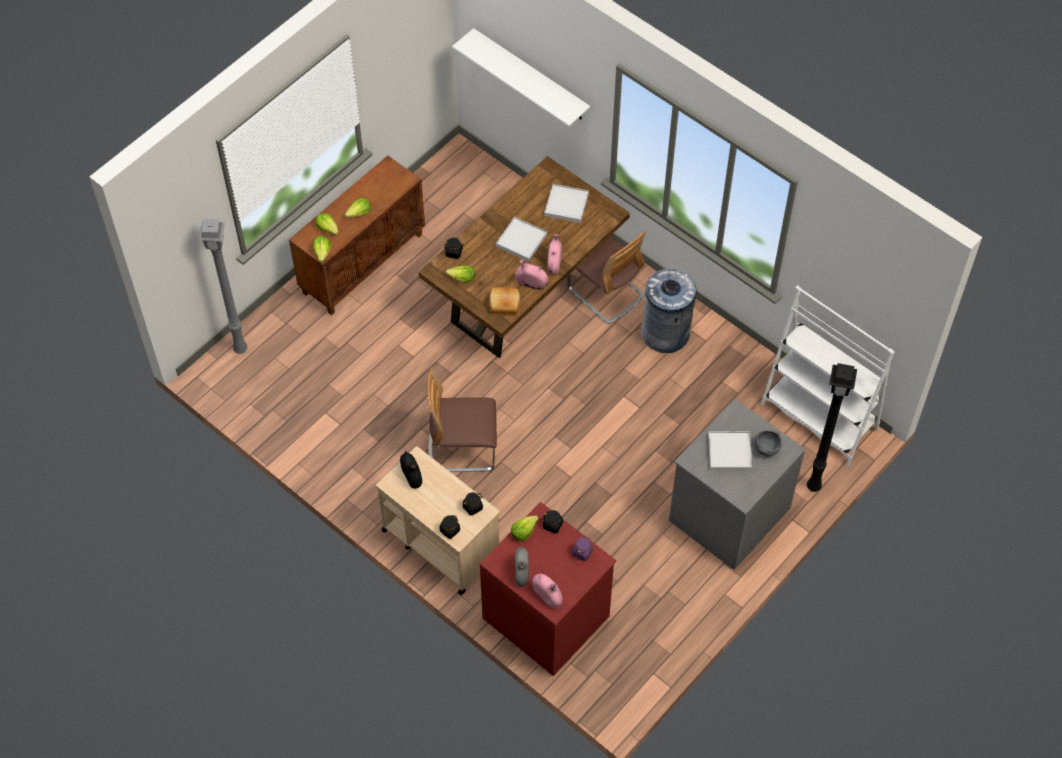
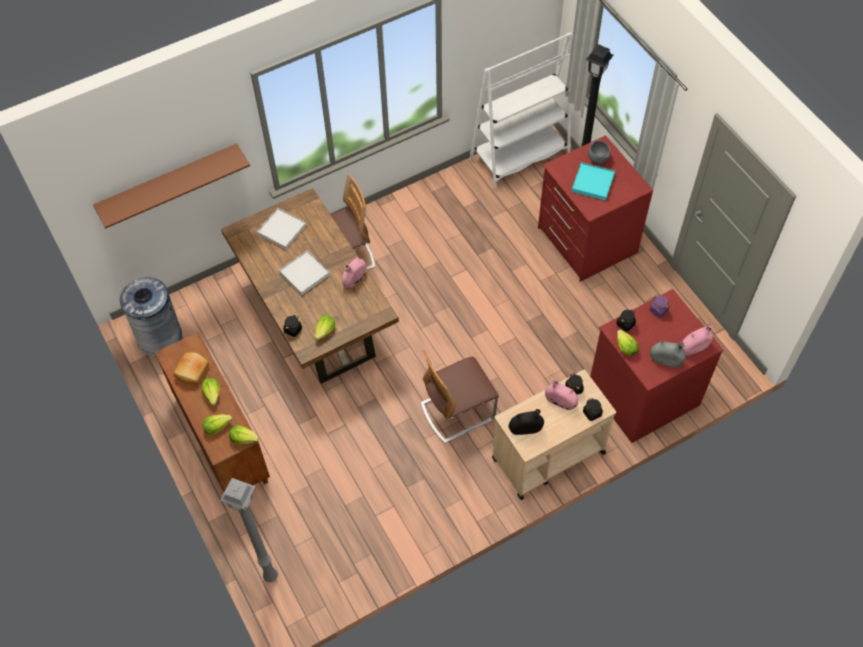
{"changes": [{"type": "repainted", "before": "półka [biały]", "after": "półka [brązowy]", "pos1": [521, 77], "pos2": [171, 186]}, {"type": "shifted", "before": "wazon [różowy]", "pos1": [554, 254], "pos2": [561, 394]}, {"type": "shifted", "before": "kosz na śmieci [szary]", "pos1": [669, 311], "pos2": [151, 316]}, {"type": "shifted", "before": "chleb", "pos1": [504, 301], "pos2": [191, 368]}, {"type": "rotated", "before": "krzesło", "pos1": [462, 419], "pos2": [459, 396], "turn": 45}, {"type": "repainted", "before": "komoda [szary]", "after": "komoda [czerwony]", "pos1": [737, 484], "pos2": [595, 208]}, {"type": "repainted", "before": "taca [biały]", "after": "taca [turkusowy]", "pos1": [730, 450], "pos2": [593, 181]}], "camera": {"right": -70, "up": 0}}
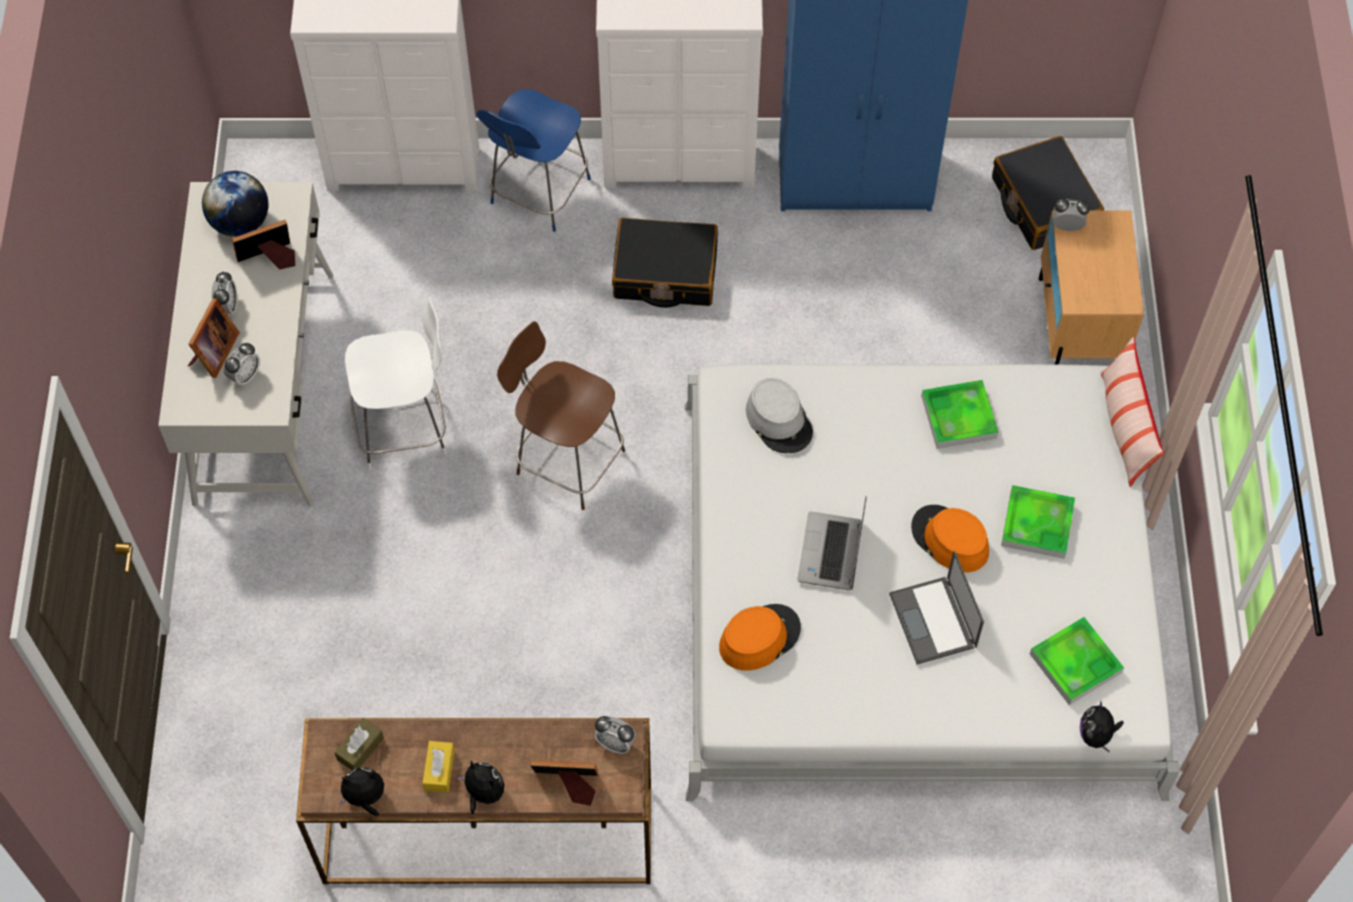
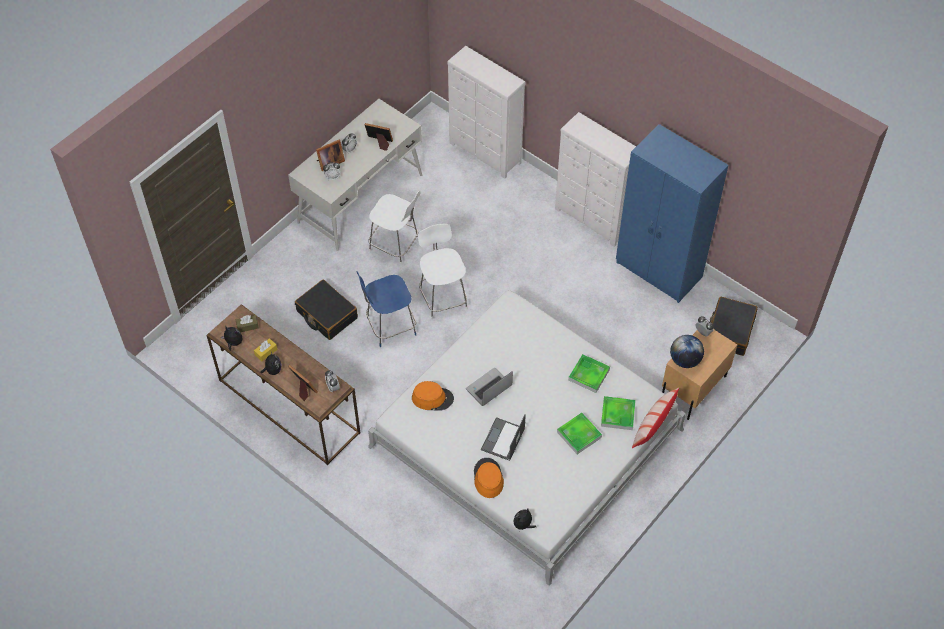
{"changes": [{"type": "shifted", "before": "krzesło [niebieski]", "pos1": [534, 160], "pos2": [386, 309]}, {"type": "shifted", "before": "globus", "pos1": [235, 204], "pos2": [687, 351]}, {"type": "shifted", "before": "walizka [czarny]", "pos1": [665, 262], "pos2": [326, 309]}, {"type": "repainted", "before": "krzesło [brązowy]", "after": "krzesło [biały]", "pos1": [561, 415], "pos2": [443, 272]}, {"type": "gone", "before": "kapelusz [szary]", "pos1": [779, 415]}, {"type": "shifted", "before": "kapelusz [pomarańczowy]", "pos1": [950, 539], "pos2": [489, 478]}, {"type": "shifted", "before": "taca", "pos1": [1077, 661], "pos2": [618, 413]}], "camera": {"right": 40, "up": -5}}
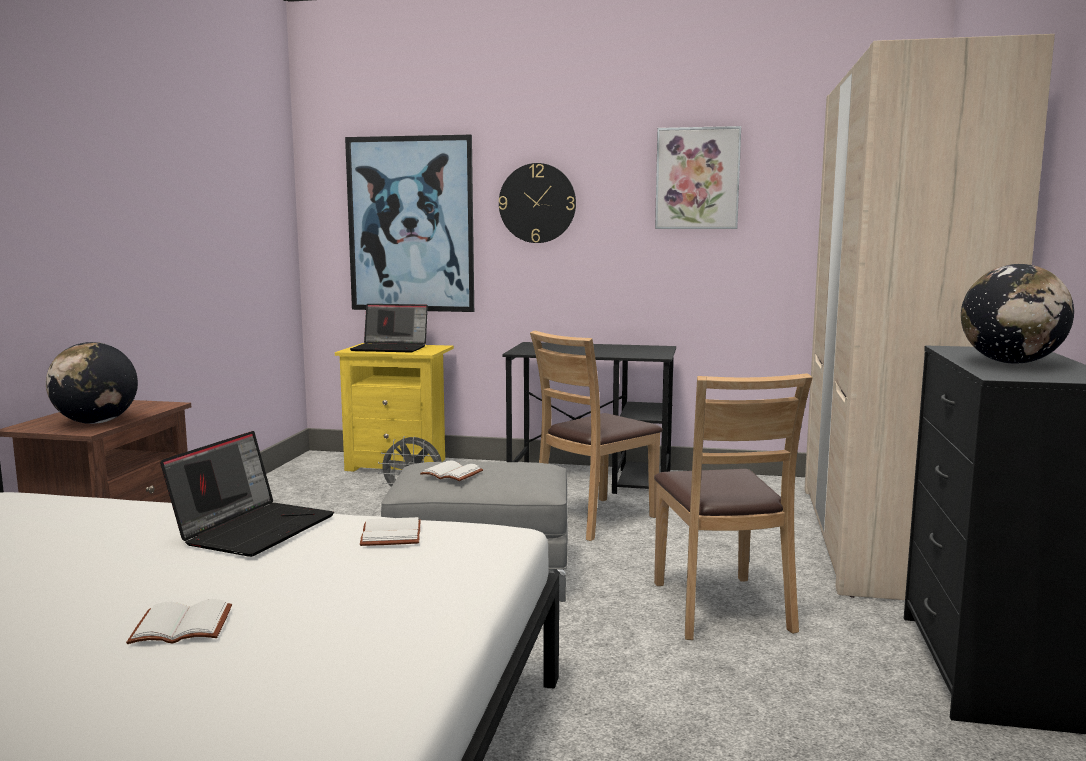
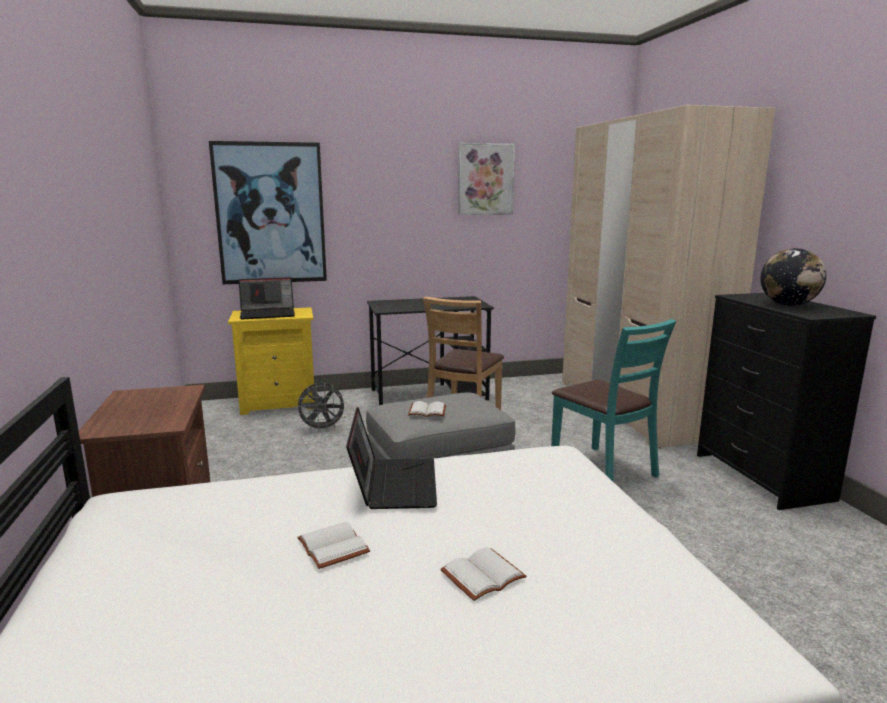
{"changes": [{"type": "gone", "before": "zegar ścienny", "pos1": [537, 203]}, {"type": "gone", "before": "globus", "pos1": [92, 383]}, {"type": "repainted", "before": "krzesło [brązowy]", "after": "krzesło [turkusowy]", "pos1": [733, 506], "pos2": [613, 400]}, {"type": "shifted", "before": "książka [biały]", "pos1": [390, 531], "pos2": [333, 545]}], "camera": {"right": -25, "up": 5}}
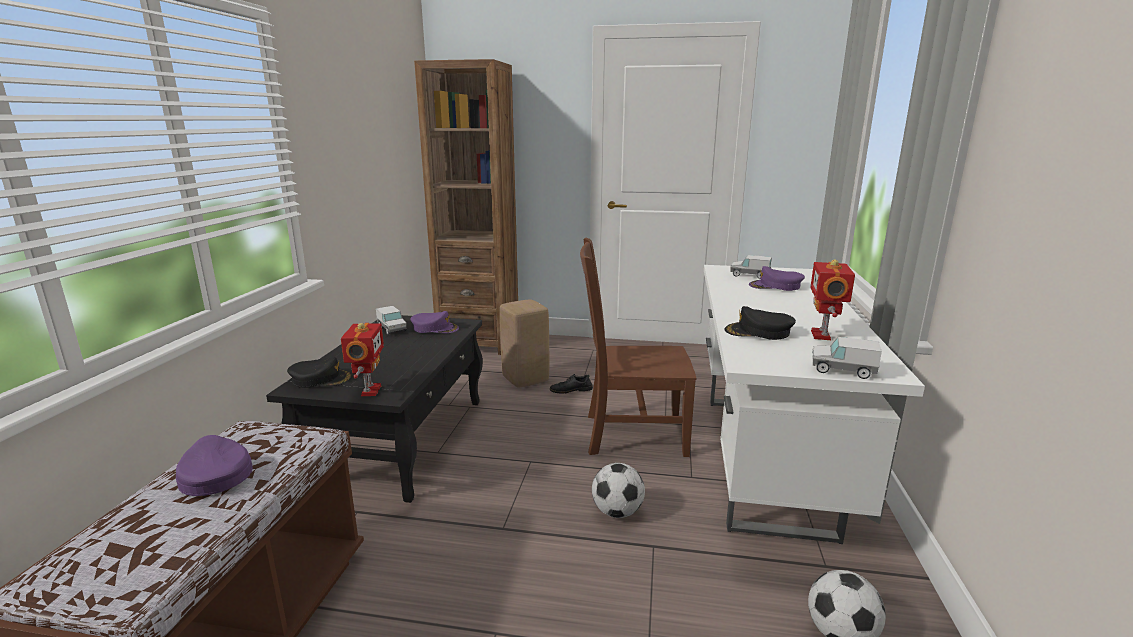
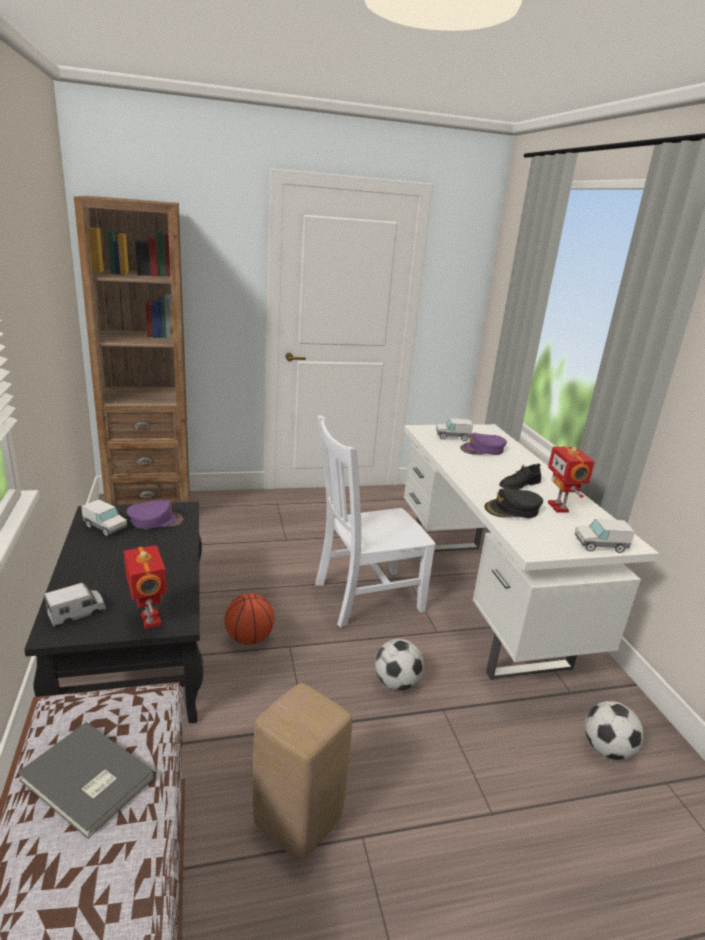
{"changes": [{"type": "repainted", "before": "krzesło [brązowy]", "after": "krzesło [biały]", "pos1": [638, 347], "pos2": [375, 521]}, {"type": "shifted", "before": "stołek [beżowy]", "pos1": [524, 343], "pos2": [302, 771]}, {"type": "swapped", "before": "czapka z daszkiem [czarny]", "after": "ciężarówka zabawkowa", "pos1": [320, 372], "pos2": [75, 605]}, {"type": "shifted", "before": "but [czarny]", "pos1": [571, 384], "pos2": [520, 476]}, {"type": "swapped", "before": "czapka z daszkiem [fioletowy]", "after": "książka [szary]", "pos1": [214, 465], "pos2": [86, 780]}, {"type": "new", "after": "piłka do koszykówki", "pos2": [249, 619]}], "camera": {"right": -25, "up": 5}}
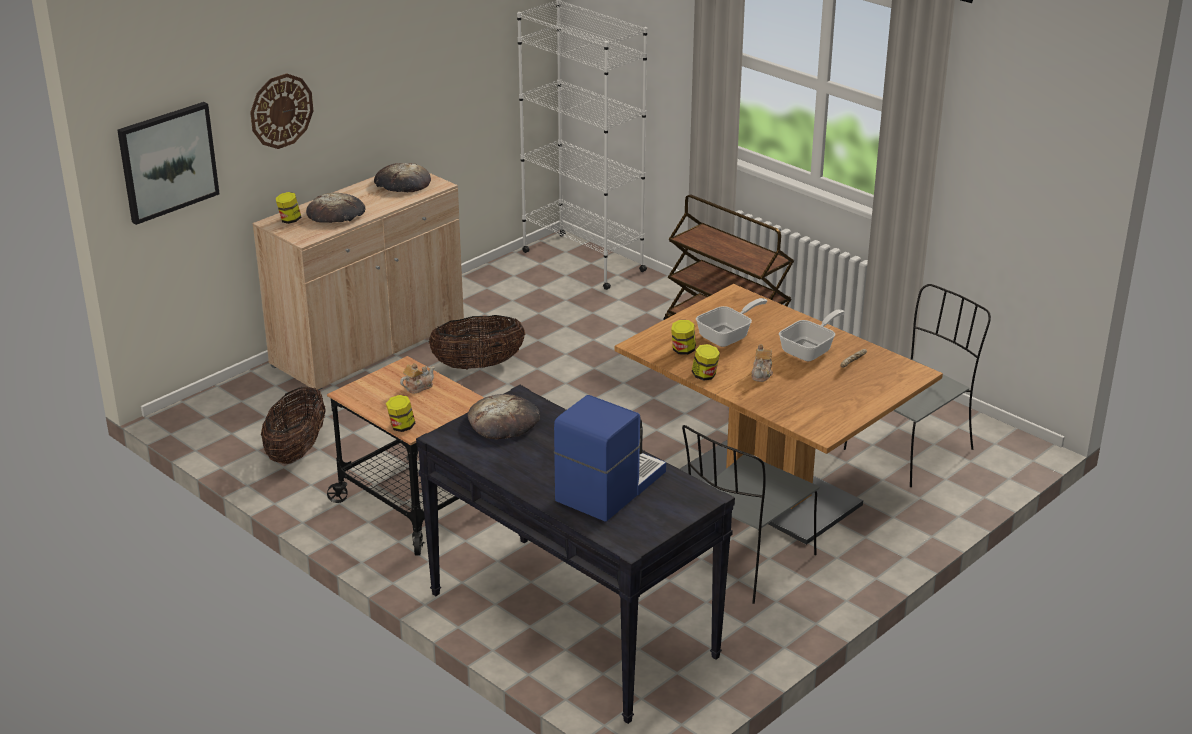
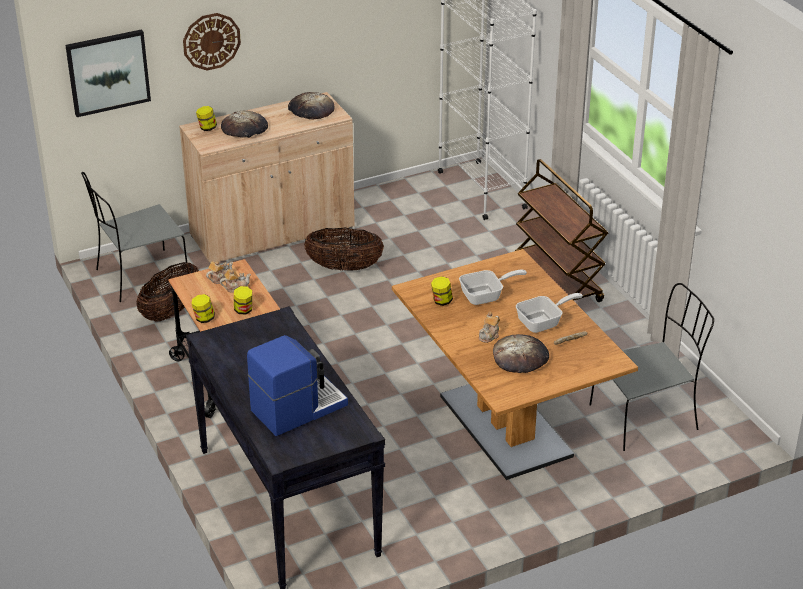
{"changes": [{"type": "shifted", "before": "słoik", "pos1": [706, 362], "pos2": [243, 300]}, {"type": "shifted", "before": "chleb", "pos1": [504, 416], "pos2": [521, 353]}, {"type": "shifted", "before": "krzesło [szary]", "pos1": [750, 514], "pos2": [134, 237]}, {"type": "new", "after": "imbryk", "pos2": [219, 272]}], "camera": {"right": 20, "up": 5}}
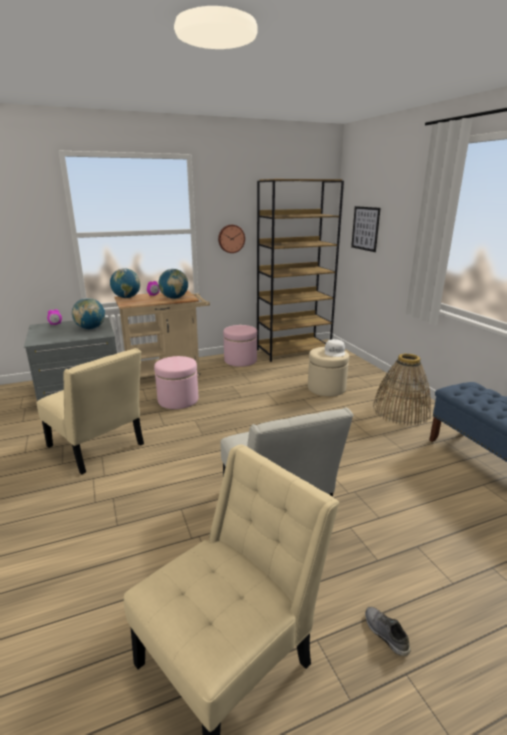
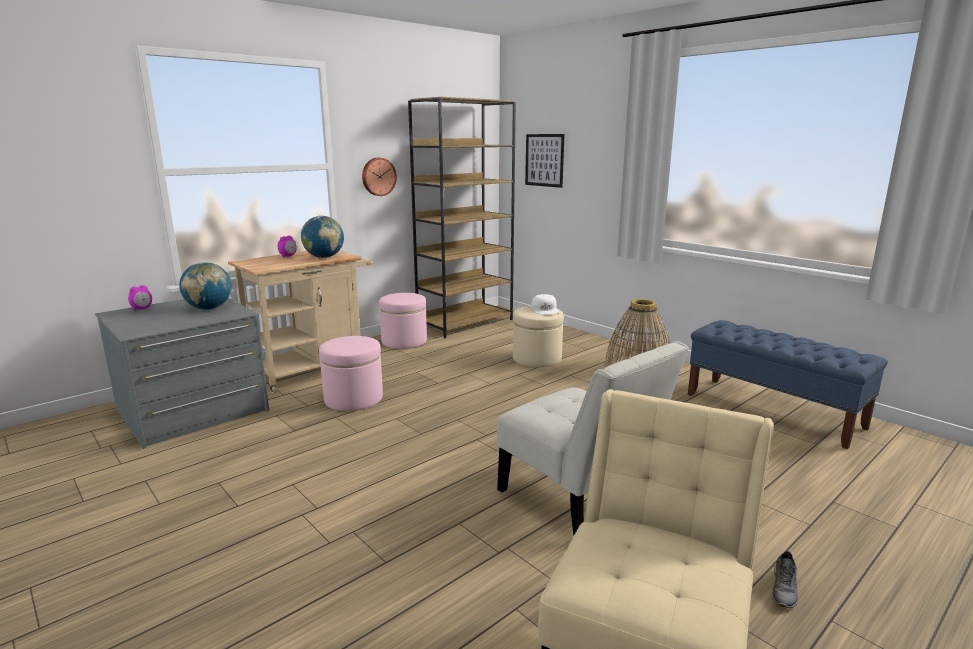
{"changes": [{"type": "gone", "before": "globus", "pos1": [125, 283]}, {"type": "gone", "before": "krzesło [beżowy]", "pos1": [90, 411]}, {"type": "rotated", "before": "but [szary]", "pos1": [388, 631], "pos2": [784, 579], "turn": -105}], "camera": {"right": -20, "up": -5}}
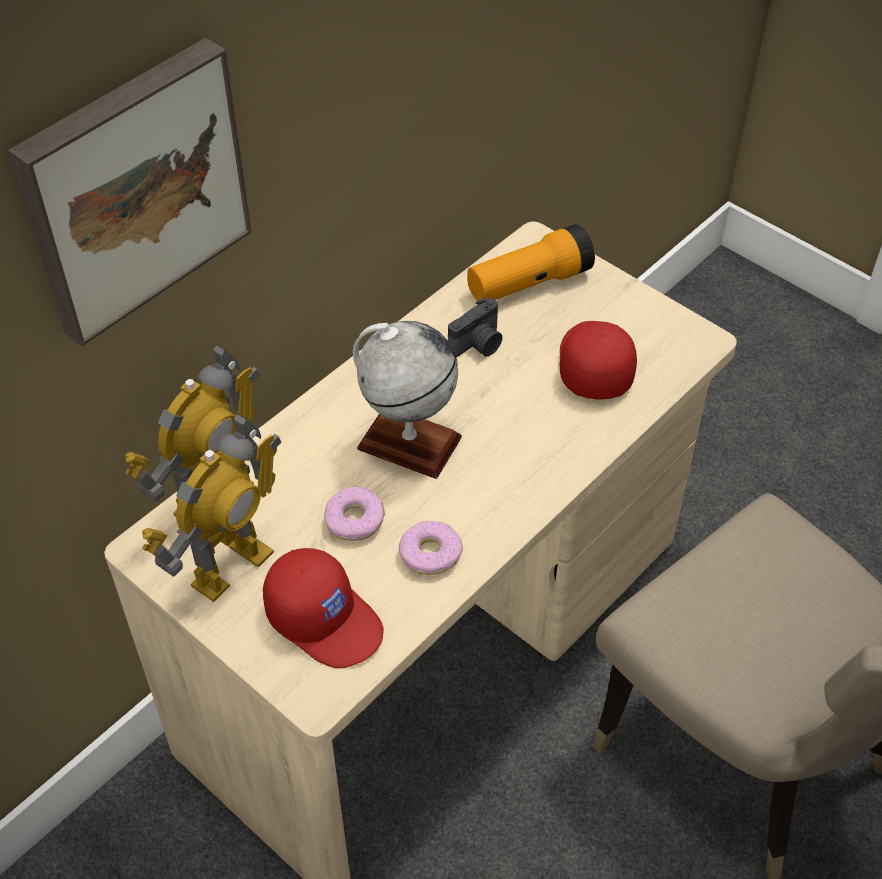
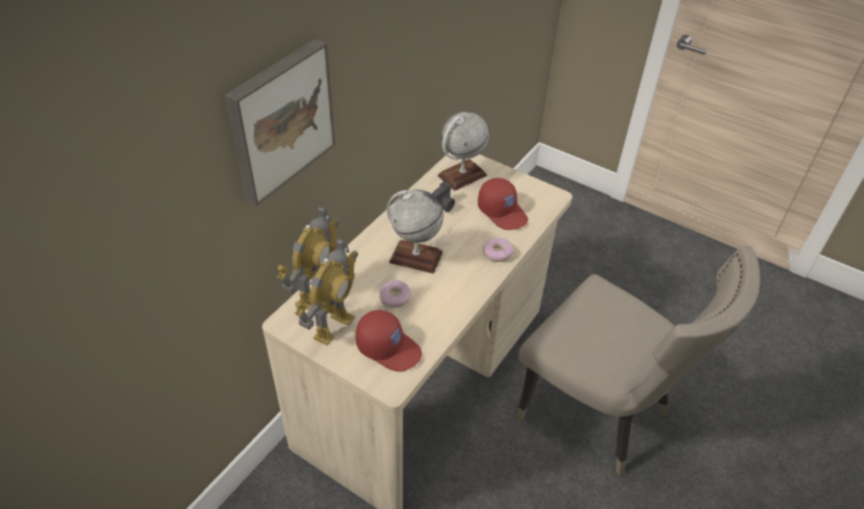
{"changes": [{"type": "swapped", "before": "latarka", "after": "globus", "pos1": [531, 262], "pos2": [463, 151]}, {"type": "rotated", "before": "czapka z daszkiem [czerwony]", "pos1": [598, 360], "pos2": [503, 204], "turn": 150}, {"type": "shifted", "before": "donut", "pos1": [431, 548], "pos2": [498, 250]}], "camera": {"right": -10, "up": -5}}
